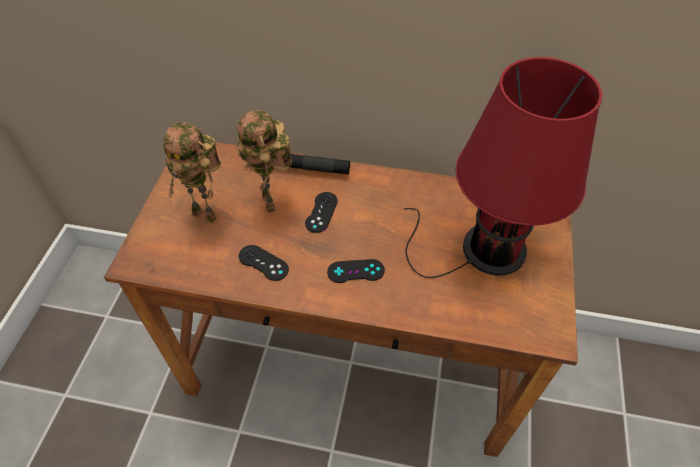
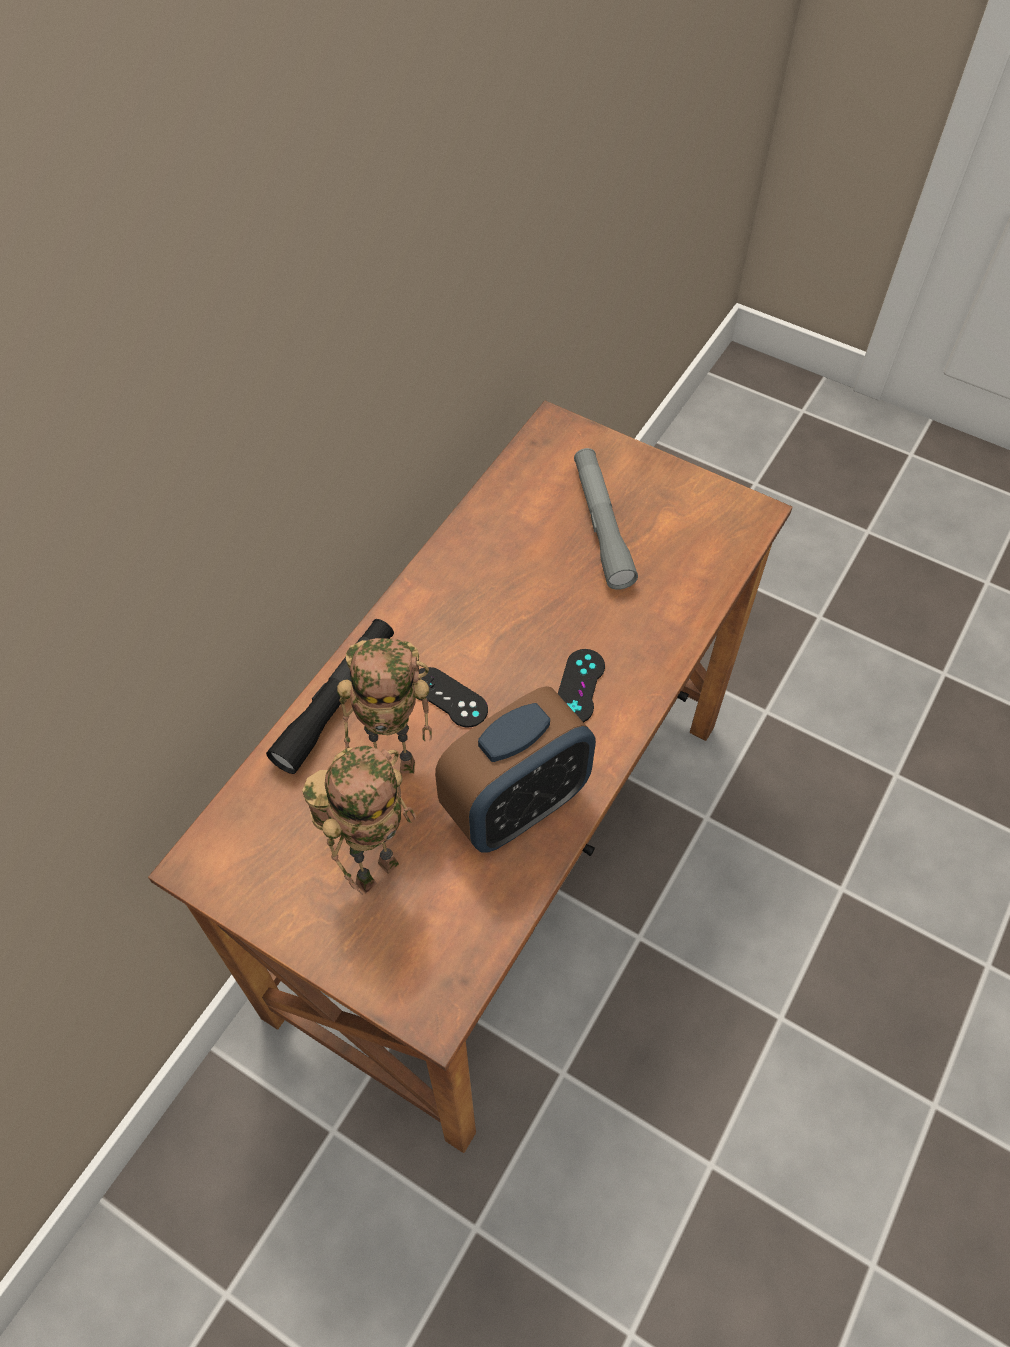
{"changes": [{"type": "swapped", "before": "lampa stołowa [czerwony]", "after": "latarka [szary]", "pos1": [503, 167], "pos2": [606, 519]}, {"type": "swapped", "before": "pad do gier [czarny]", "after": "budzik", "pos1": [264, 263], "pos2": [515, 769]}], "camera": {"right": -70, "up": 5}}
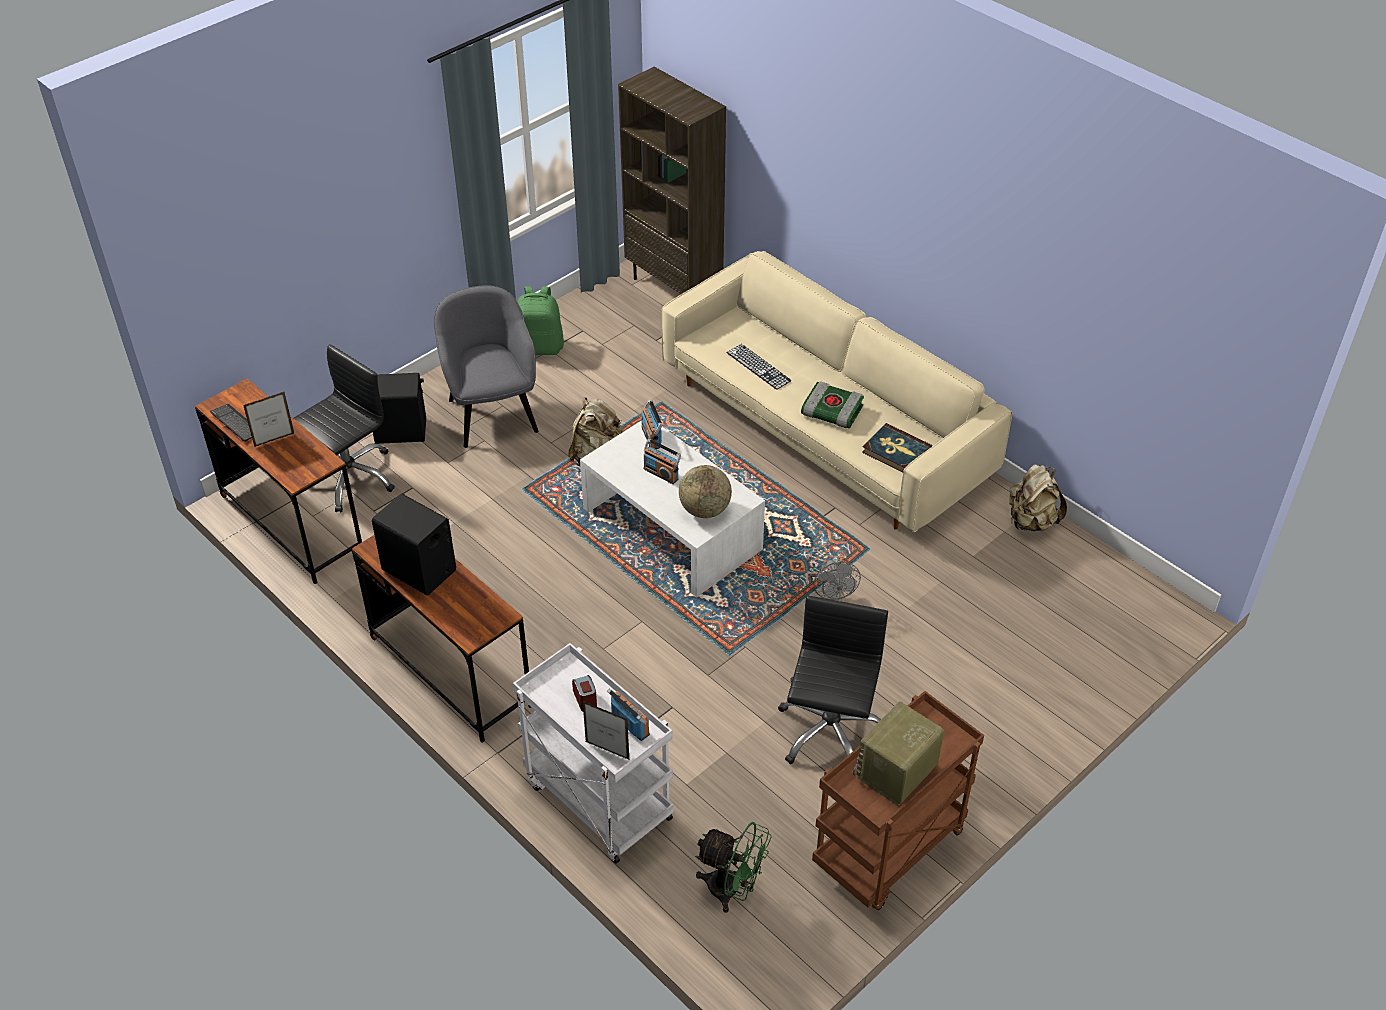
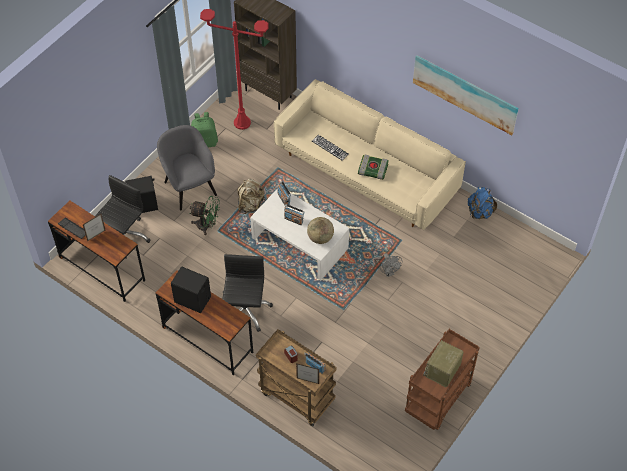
{"changes": [{"type": "gone", "before": "książka", "pos1": [897, 448]}, {"type": "repainted", "before": "plecak [beżowy]", "after": "plecak [niebieski]", "pos1": [1038, 497], "pos2": [482, 203]}, {"type": "shifted", "before": "krzesło biurowe [czarny]", "pos1": [833, 680], "pos2": [247, 293]}, {"type": "repainted", "before": "wózek [biały]", "after": "wózek [brązowy]", "pos1": [593, 753], "pos2": [296, 378]}, {"type": "shifted", "before": "wentylator [zielony]", "pos1": [733, 867], "pos2": [205, 215]}, {"type": "new", "after": "lampa stojąca [czerwony]", "pos2": [234, 69]}, {"type": "new", "after": "obraz", "pos2": [466, 95]}], "camera": {"right": -10, "up": 10}}
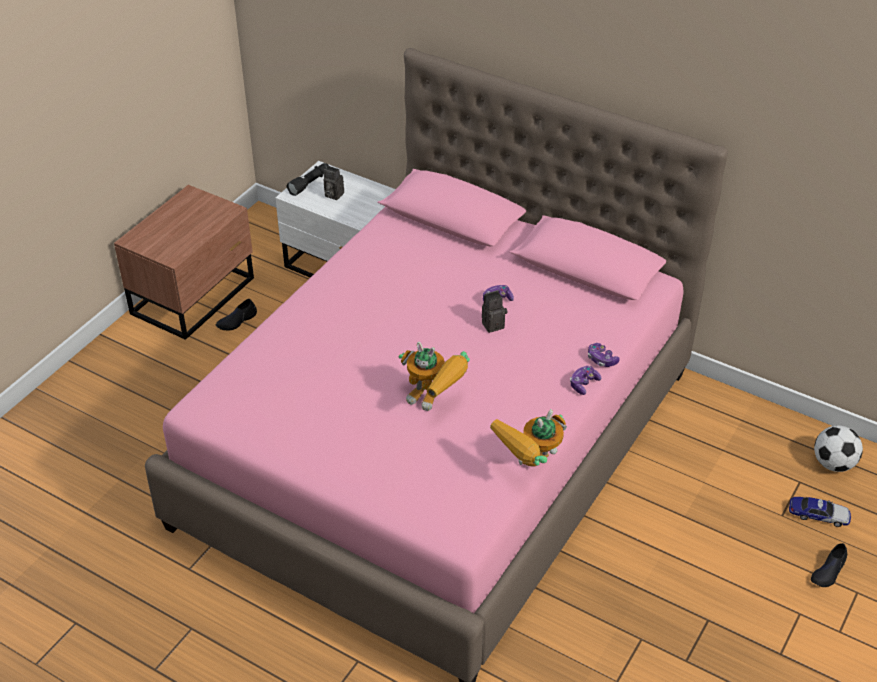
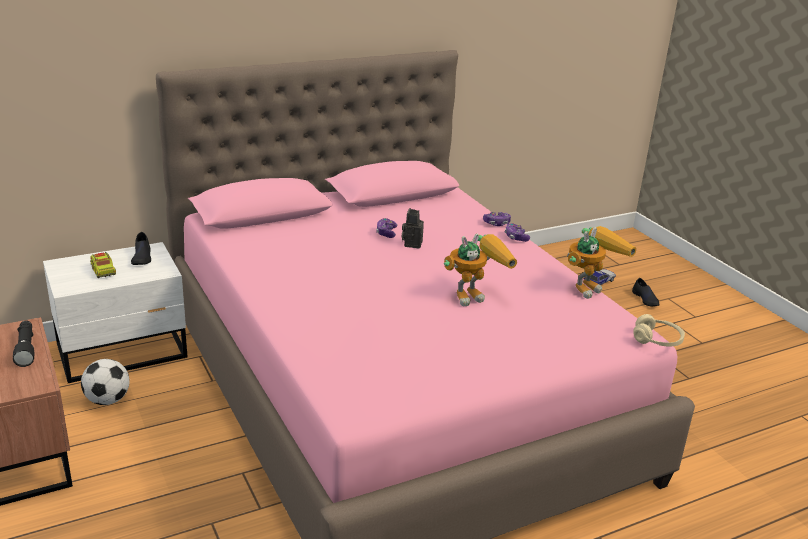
{"changes": [{"type": "shifted", "before": "latarka [czarny]", "pos1": [307, 179], "pos2": [24, 344]}, {"type": "swapped", "before": "aparat fotograficzny", "after": "ciężarówka zabawkowa", "pos1": [333, 183], "pos2": [103, 265]}, {"type": "shifted", "before": "but [czarny]", "pos1": [236, 314], "pos2": [141, 248]}, {"type": "rotated", "before": "robot zabawkowy", "pos1": [528, 438], "pos2": [601, 262], "turn": -120}, {"type": "shifted", "before": "piłka futbolowa", "pos1": [838, 448], "pos2": [105, 382]}, {"type": "new", "after": "słuchawki [beżowy]", "pos2": [659, 330]}], "camera": {"right": -60, "up": -15}}
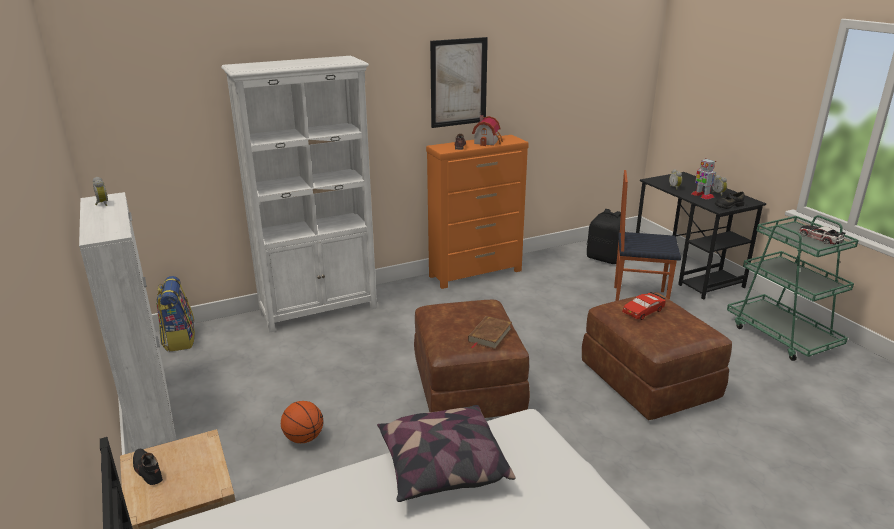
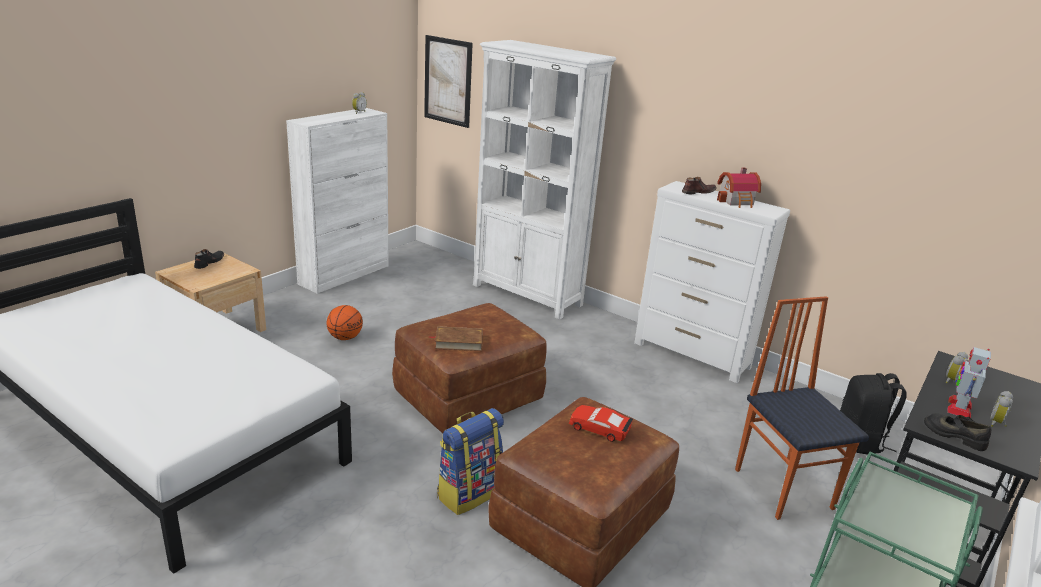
{"changes": [{"type": "shifted", "before": "obraz", "pos1": [459, 82], "pos2": [448, 81]}, {"type": "repainted", "before": "komoda [pomarańczowy]", "after": "komoda [biały]", "pos1": [477, 212], "pos2": [712, 282]}, {"type": "gone", "before": "samochodzik", "pos1": [822, 235]}, {"type": "shifted", "before": "plecak", "pos1": [175, 313], "pos2": [470, 461]}, {"type": "gone", "before": "poduszka", "pos1": [446, 453]}], "camera": {"right": 60, "up": 0}}
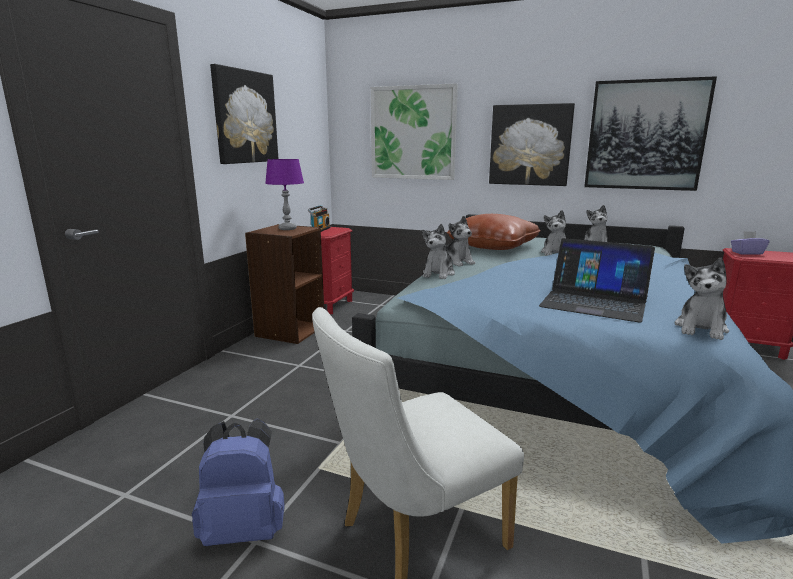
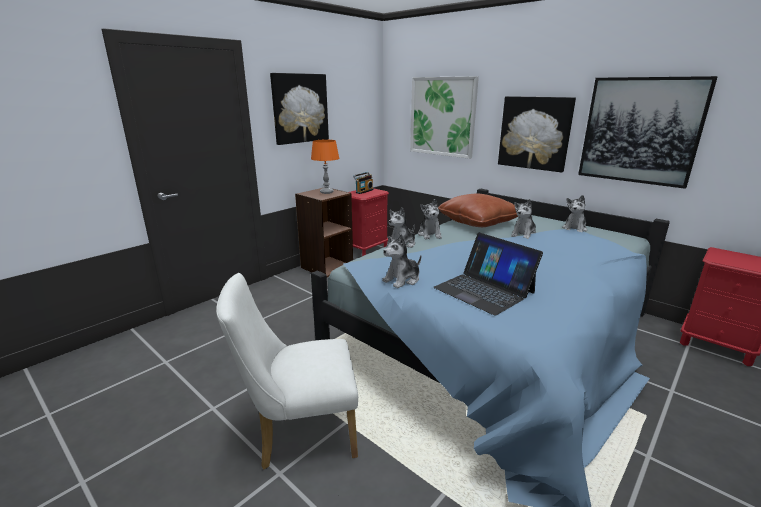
{"changes": [{"type": "repainted", "before": "lampa stołowa [fioletowy]", "after": "lampa stołowa [pomarańczowy]", "pos1": [284, 194], "pos2": [325, 167]}, {"type": "gone", "before": "pudełko chusteczek [fioletowy]", "pos1": [750, 243]}, {"type": "shifted", "before": "pluszak", "pos1": [701, 299], "pos2": [401, 261]}, {"type": "gone", "before": "plecak [niebieski]", "pos1": [238, 482]}], "camera": {"right": 20, "up": 5}}
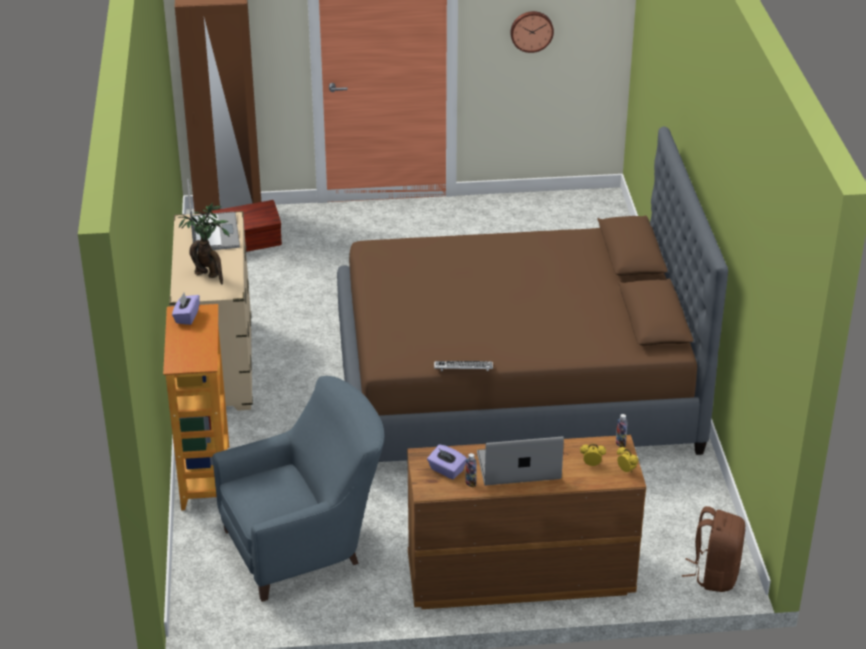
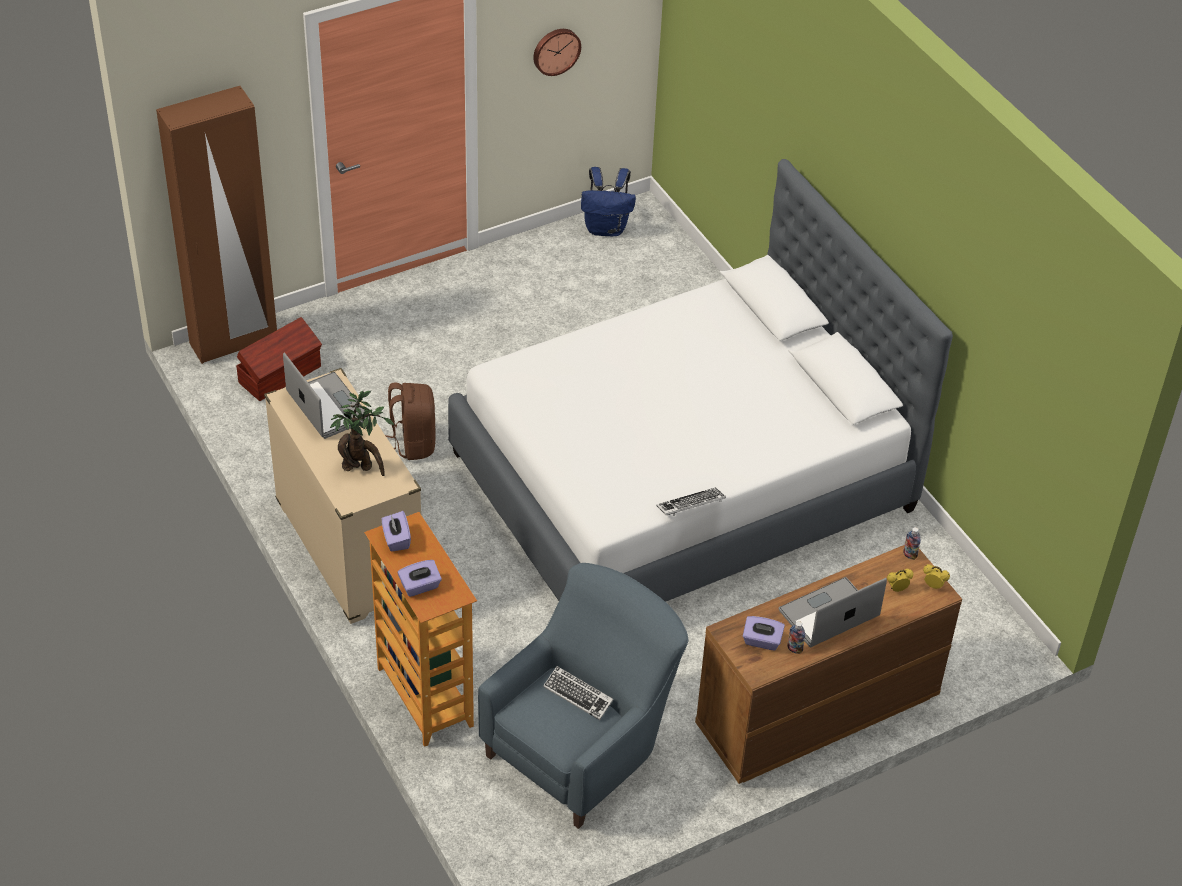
{"changes": [{"type": "repainted", "before": "łóżko [brązowy]", "after": "łóżko [biały]", "pos1": [532, 294], "pos2": [700, 380]}, {"type": "shifted", "before": "plecak [brązowy]", "pos1": [713, 549], "pos2": [410, 421]}, {"type": "new", "after": "plecak [niebieski]", "pos2": [608, 201]}, {"type": "new", "after": "pudełko chusteczek [fioletowy]", "pos2": [420, 578]}, {"type": "new", "after": "klawiatura", "pos2": [578, 693]}], "camera": {"right": -25, "up": 10}}
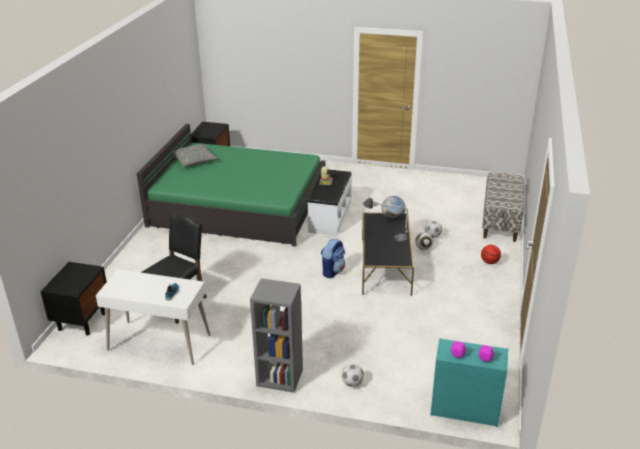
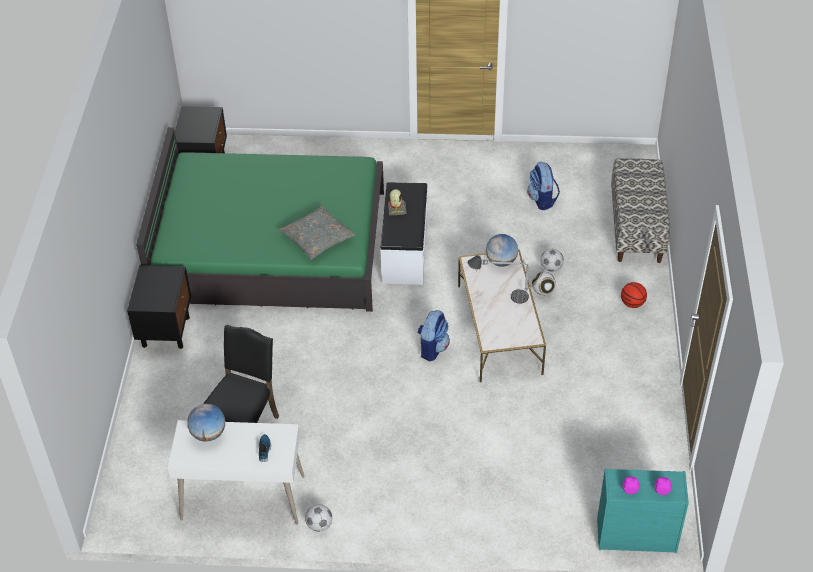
{"changes": [{"type": "shifted", "before": "poduszka [szary]", "pos1": [195, 155], "pos2": [317, 232]}, {"type": "repainted", "before": "ława [czarny]", "after": "ława [biały]", "pos1": [388, 254], "pos2": [502, 316]}, {"type": "shifted", "before": "szafka nocna [czarny]", "pos1": [73, 298], "pos2": [159, 307]}, {"type": "gone", "before": "regał [szary]", "pos1": [276, 335]}, {"type": "shifted", "before": "piłka futbolowa", "pos1": [352, 375], "pos2": [318, 518]}, {"type": "new", "after": "plecak", "pos2": [543, 185]}, {"type": "new", "after": "globus", "pos2": [206, 423]}], "camera": {"right": -10, "up": 15}}
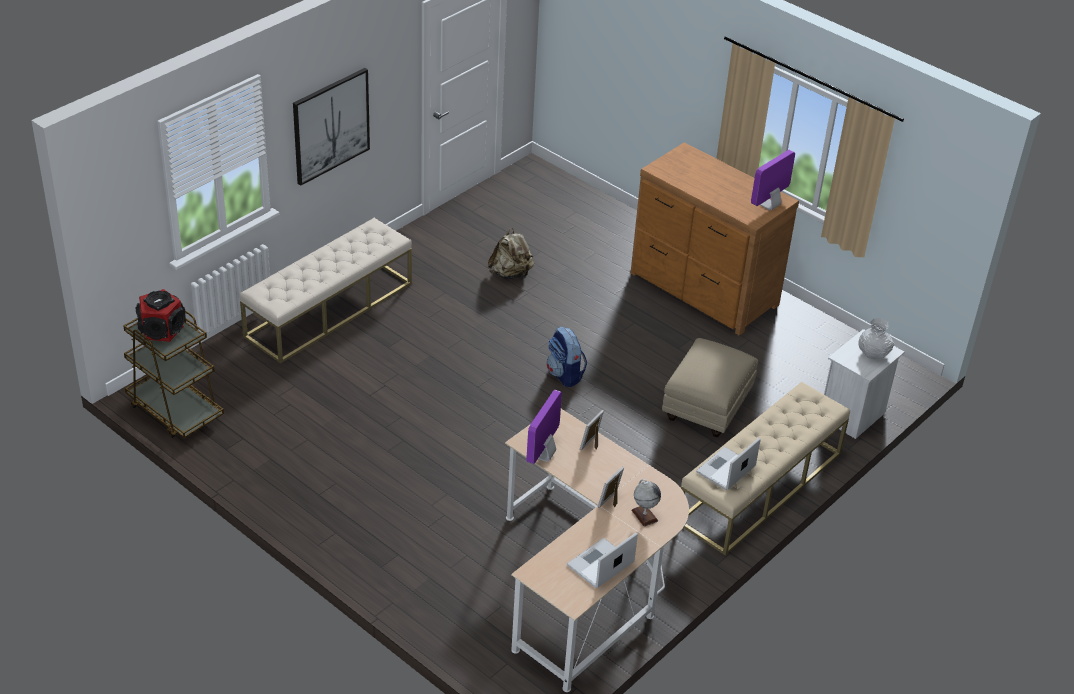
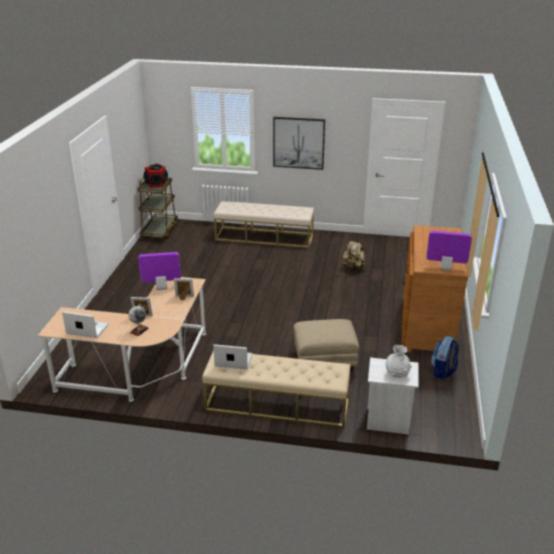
{"changes": [{"type": "shifted", "before": "plecak", "pos1": [567, 356], "pos2": [445, 357]}], "camera": {"right": 60, "up": -10}}
